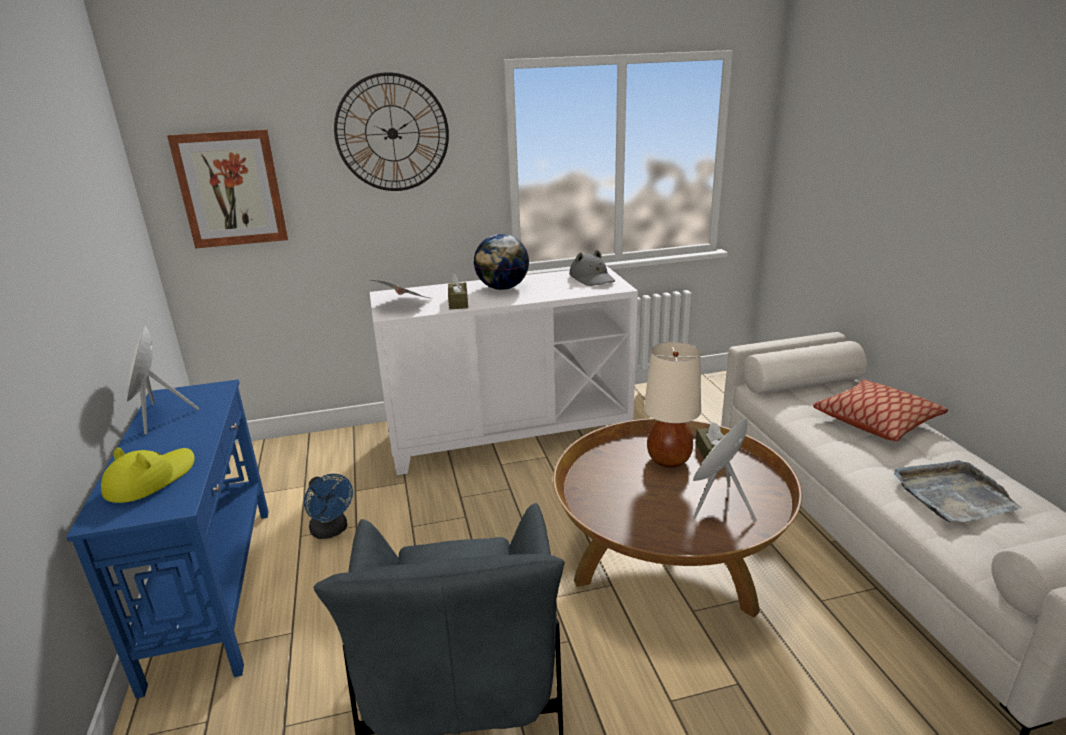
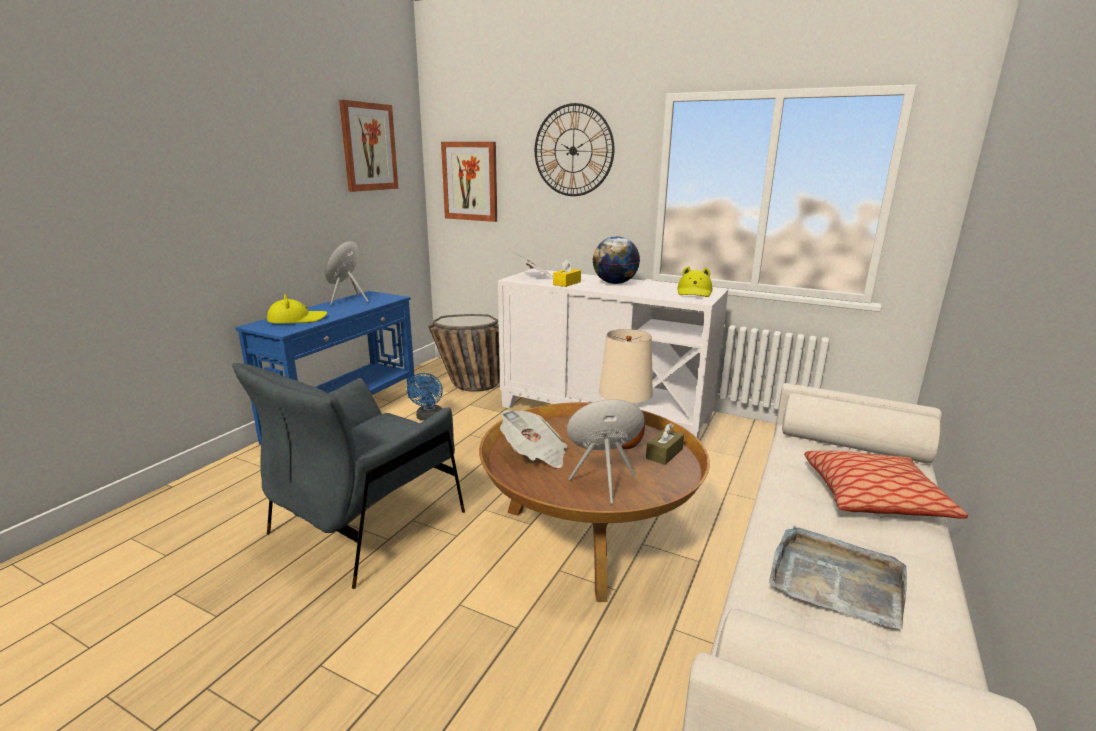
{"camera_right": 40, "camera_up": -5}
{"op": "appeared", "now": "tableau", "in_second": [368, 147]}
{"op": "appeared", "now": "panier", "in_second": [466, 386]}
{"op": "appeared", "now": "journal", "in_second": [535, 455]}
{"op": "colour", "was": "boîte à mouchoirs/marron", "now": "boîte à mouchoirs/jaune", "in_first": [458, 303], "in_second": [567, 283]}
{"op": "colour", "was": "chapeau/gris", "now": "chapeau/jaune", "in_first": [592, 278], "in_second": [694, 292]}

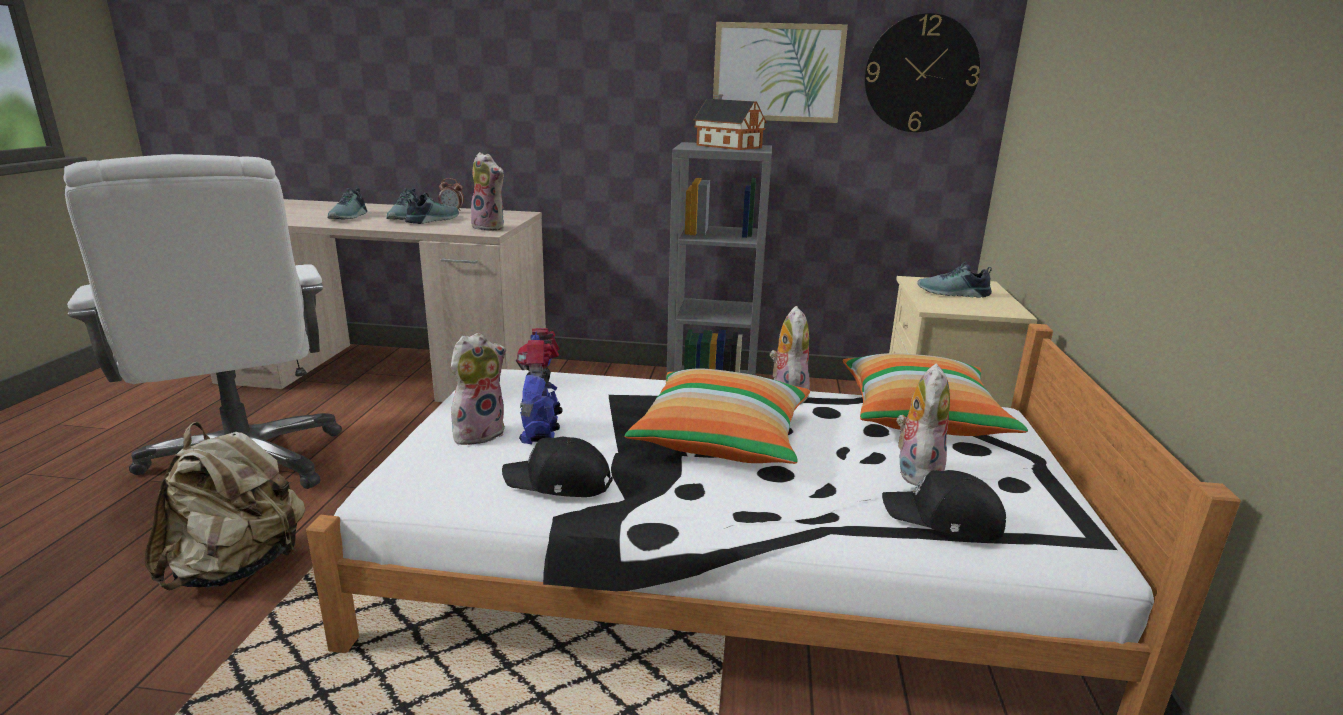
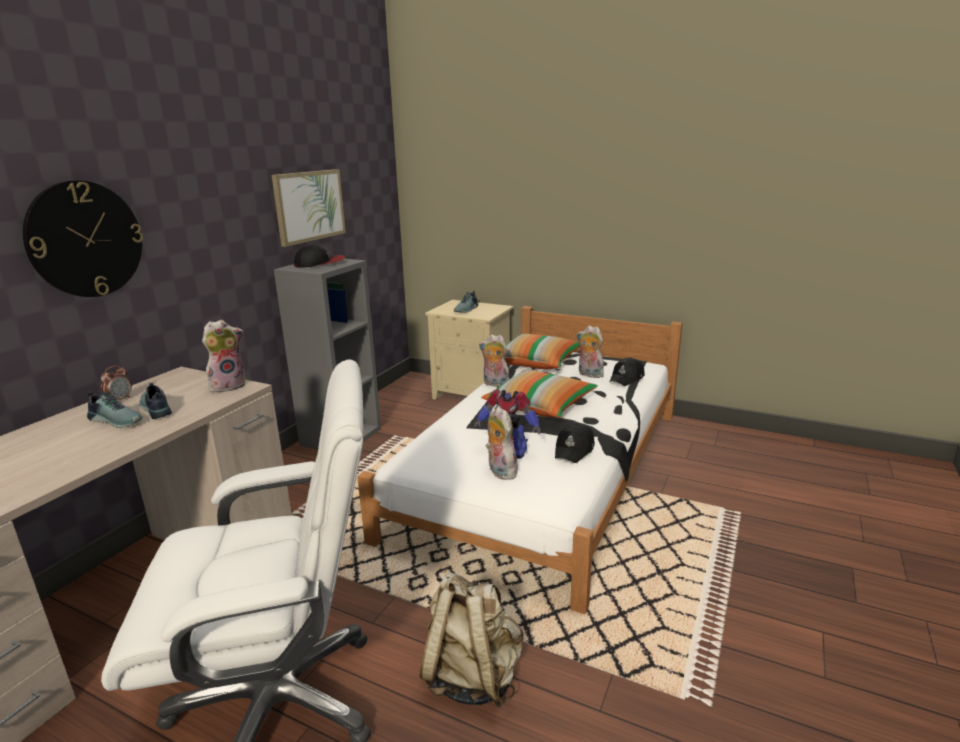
{"camera_right": -70, "camera_up": 0}
{"op": "missing", "was": "chaussure", "in_first": [350, 216]}
{"op": "relocated", "was": "horloge murale", "in_first": [920, 74], "in_second": [85, 239]}
{"op": "exchanged", "was": "maison miniature", "now": "casquette", "in_first": [727, 146], "in_second": [320, 263]}

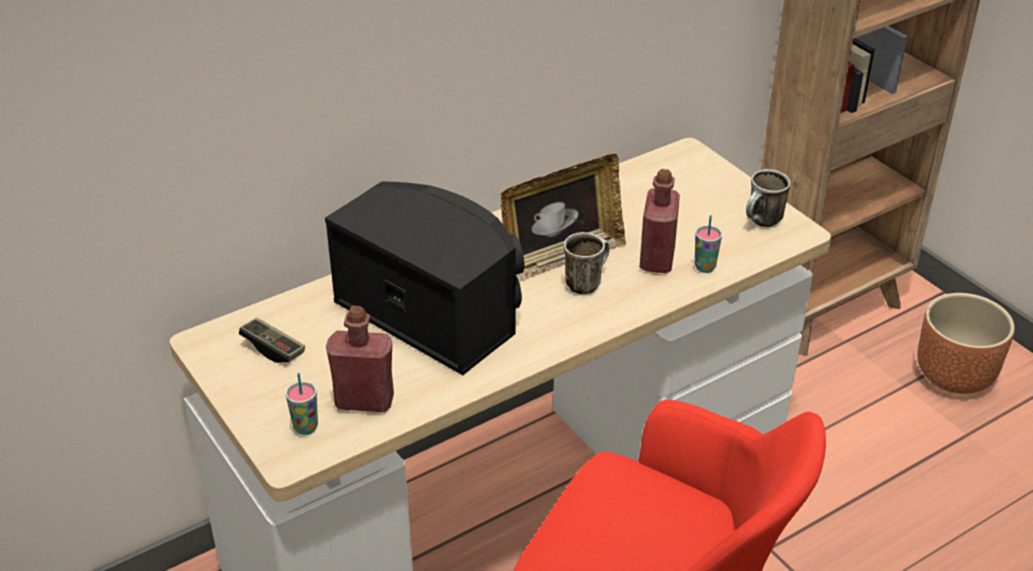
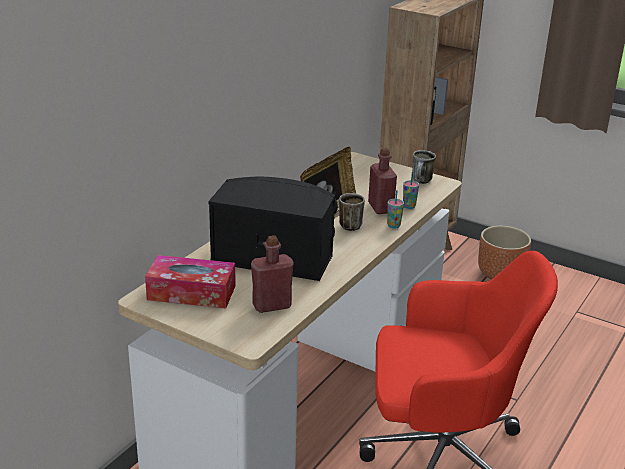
{"camera_right": -25, "camera_up": -10}
{"op": "relocated", "was": "tasse", "in_first": [305, 427], "in_second": [393, 226]}
{"op": "exchanged", "was": "manette", "now": "boîte à mouchoirs", "in_first": [273, 348], "in_second": [191, 293]}

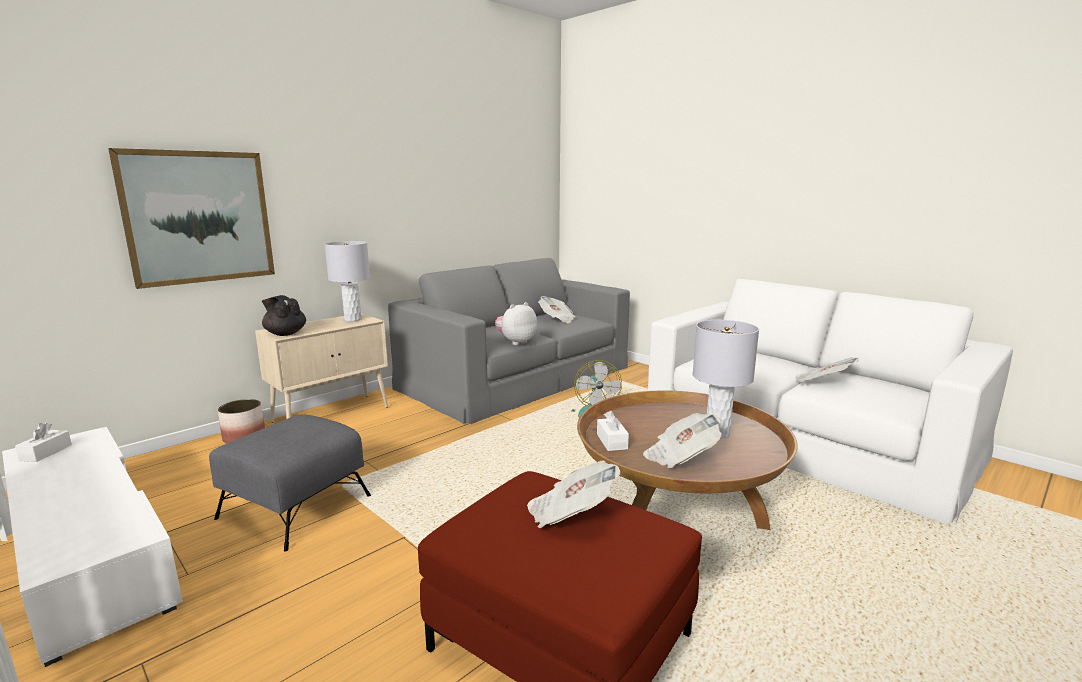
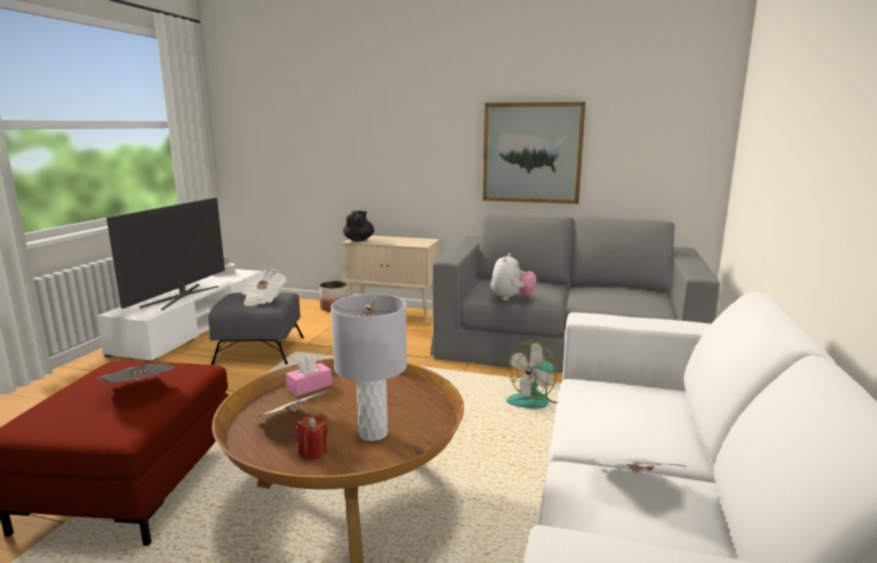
{"camera_right": 60, "camera_up": 0}
{"op": "missing", "was": "lampe de table/gris", "in_first": [353, 319]}
{"op": "appeared", "now": "téléviseur", "in_second": [181, 296]}
{"op": "appeared", "now": "bougie/rouge", "in_second": [313, 452]}
{"op": "relocated", "was": "tableau", "in_first": [199, 217], "in_second": [532, 153]}
{"op": "relocated", "was": "journal", "in_first": [557, 319], "in_second": [263, 299]}
{"op": "colour", "was": "boîte à mouchoirs/blanc", "now": "boîte à mouchoirs/rose", "in_first": [612, 441], "in_second": [309, 387]}
{"op": "spun", "was": "peluche", "in_first": [516, 342], "in_second": [511, 298], "clockwise": 90}

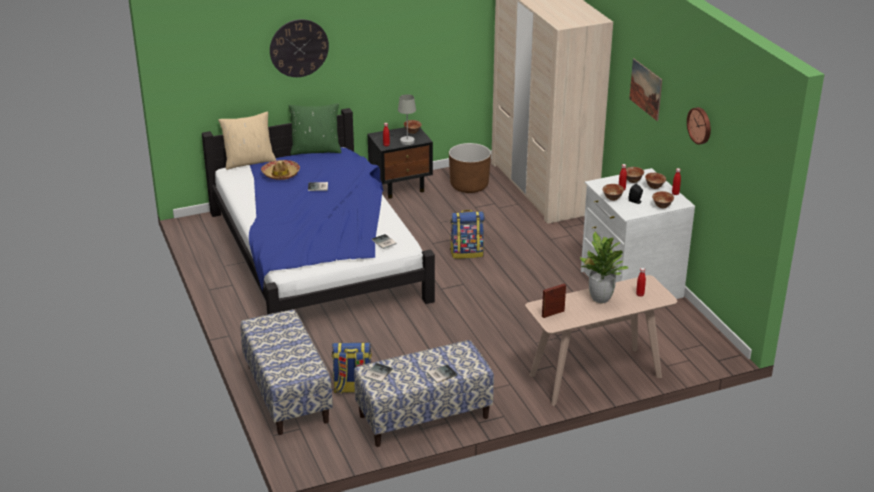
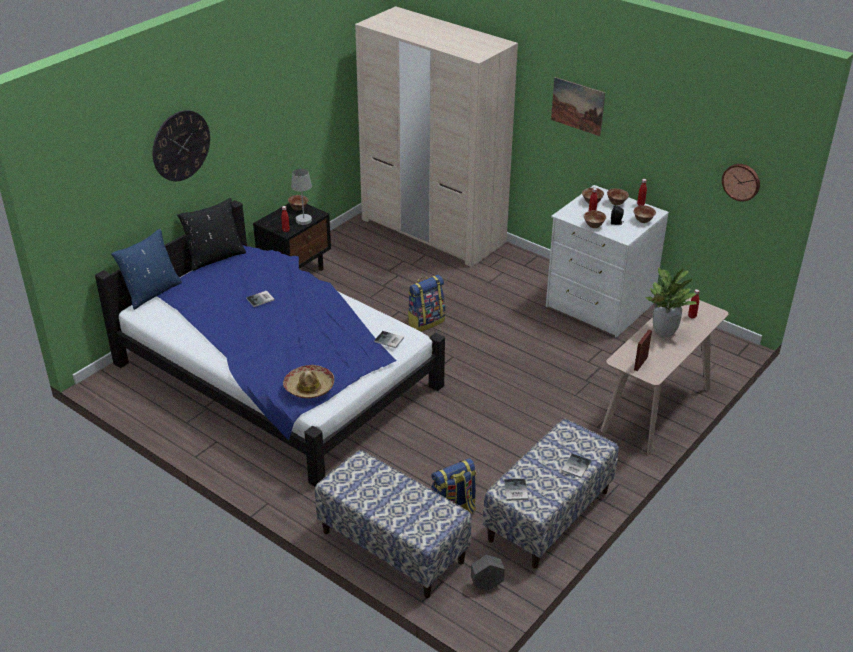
{"camera_right": -30, "camera_up": 5}
{"op": "missing", "was": "cache-pot/marron", "in_first": [469, 186]}
{"op": "appeared", "now": "cache-pot/gris", "in_second": [486, 584]}
{"op": "relocated", "was": "chapeau", "in_first": [281, 174], "in_second": [309, 387]}
{"op": "relocated", "was": "horloge murale", "in_first": [700, 125], "in_second": [741, 181]}
{"op": "colour", "was": "coussin/beige", "now": "coussin/bleu", "in_first": [249, 161], "in_second": [151, 292]}
{"op": "colour", "was": "coussin/vert", "now": "coussin/noir", "in_first": [316, 150], "in_second": [215, 257]}

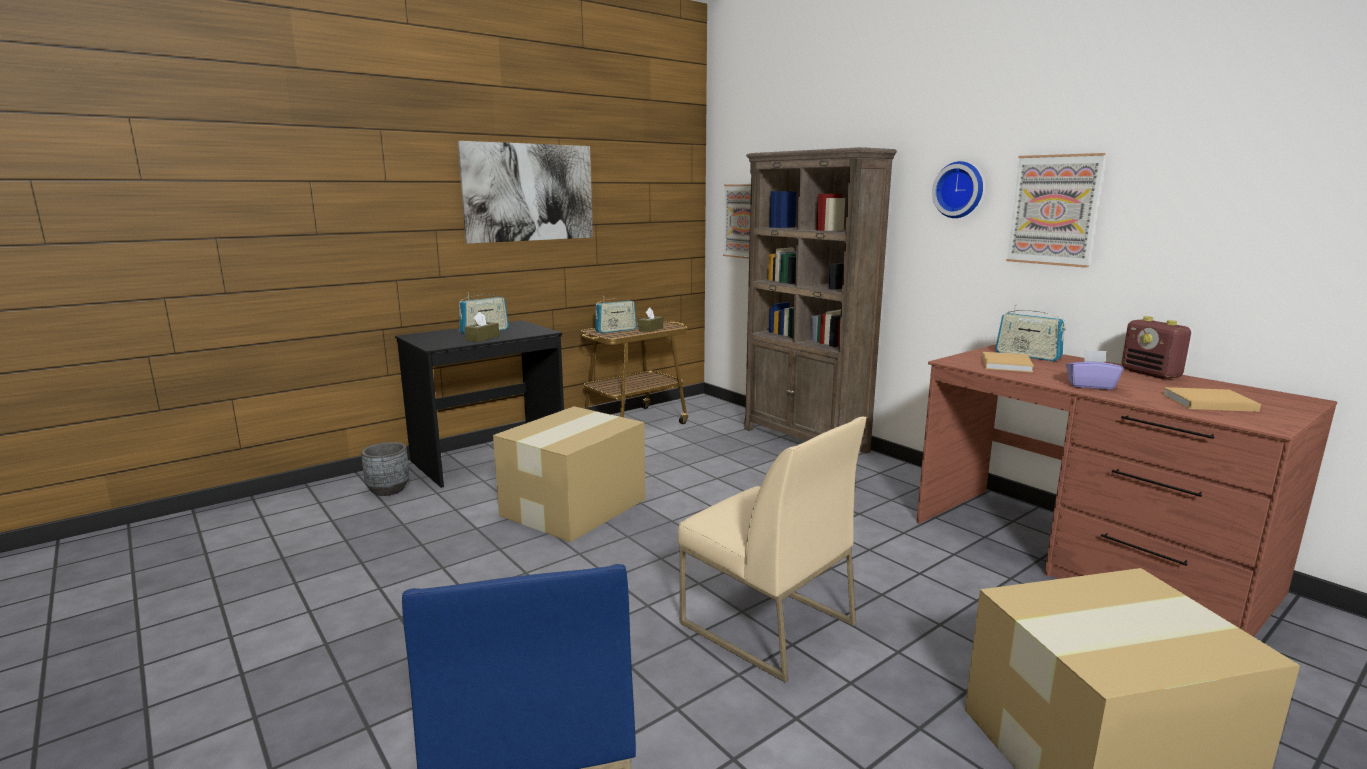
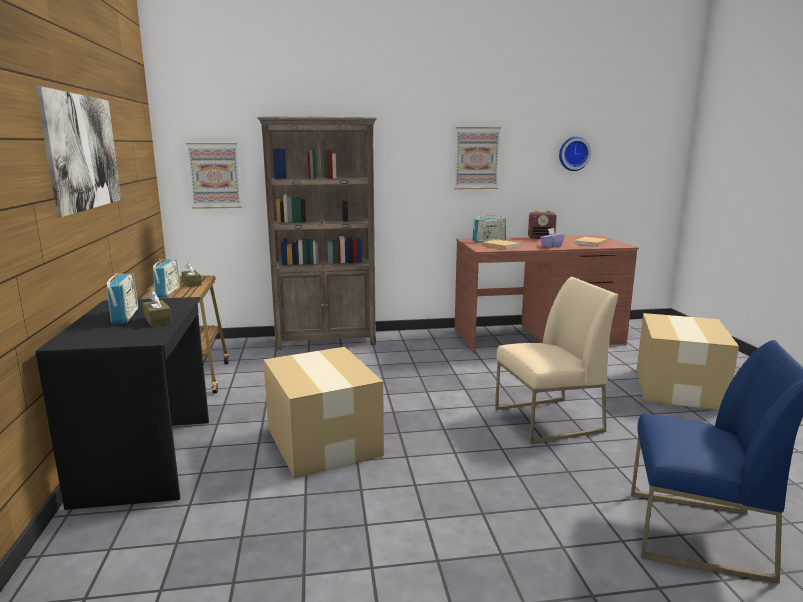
{"camera_right": -60, "camera_up": 0}
{"op": "missing", "was": "cache-pot/gris", "in_first": [388, 490]}
{"op": "relocated", "was": "horloge murale", "in_first": [959, 190], "in_second": [573, 153]}

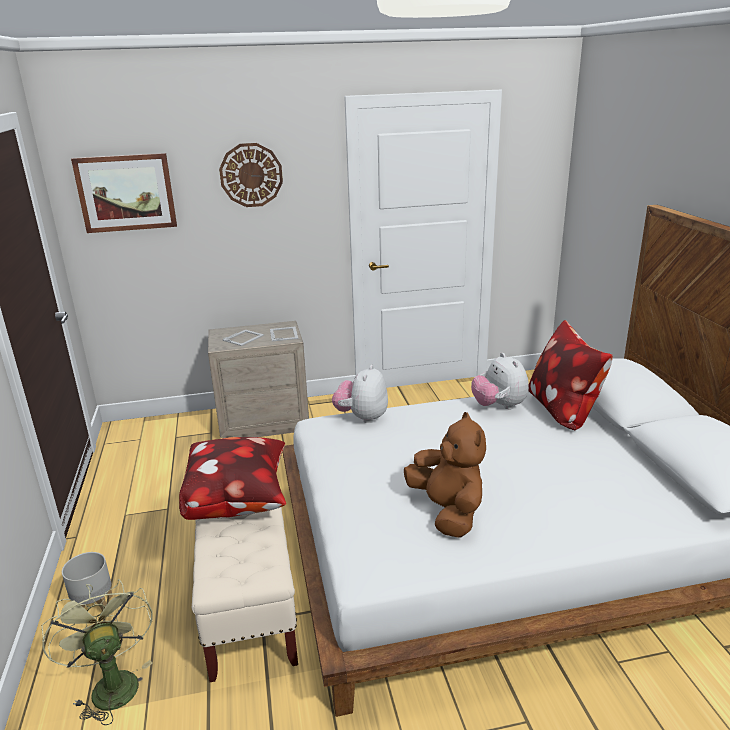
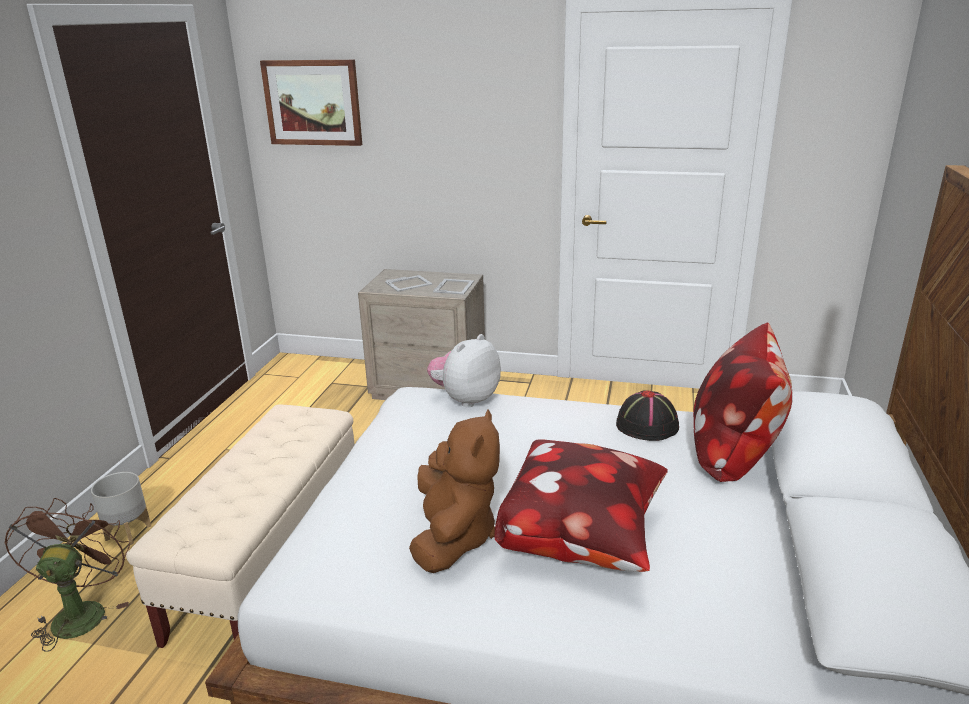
{"camera_right": 25, "camera_up": 0}
{"op": "missing", "was": "horloge murale", "in_first": [251, 175]}
{"op": "relocated", "was": "coussin", "in_first": [239, 501], "in_second": [583, 539]}
{"op": "exchanged", "was": "peluche", "now": "chapeau/noir", "in_first": [499, 406], "in_second": [647, 425]}
{"op": "colour", "was": "ventilateur/vert", "now": "ventilateur/marron", "in_first": [111, 683], "in_second": [81, 612]}

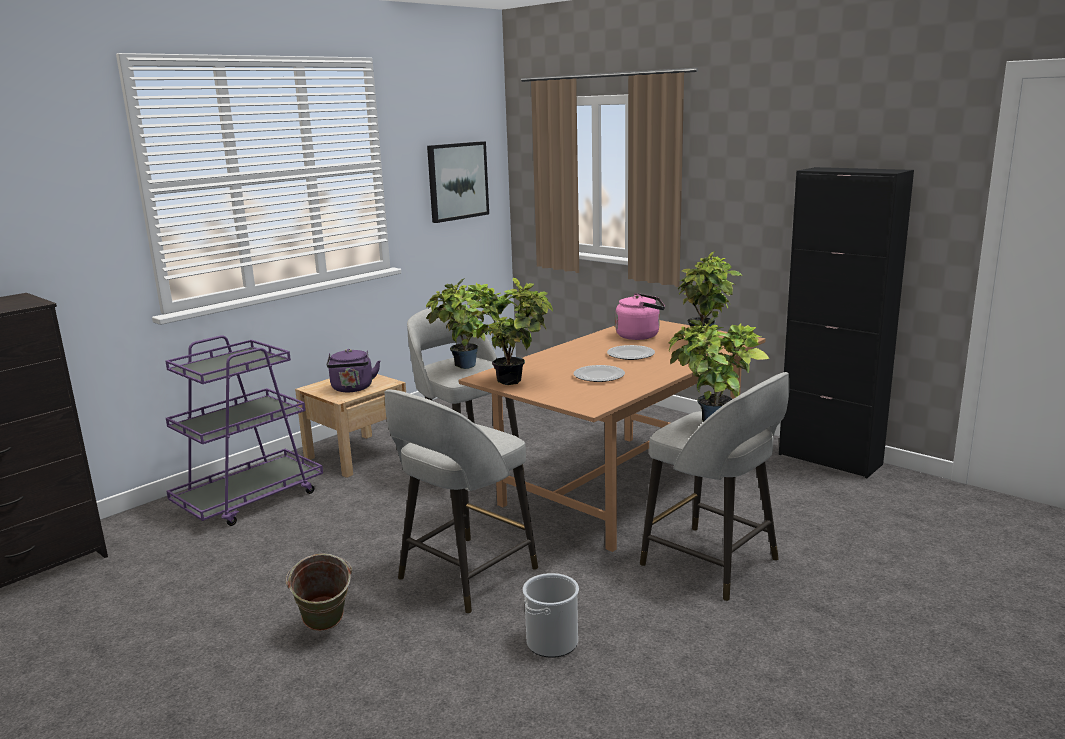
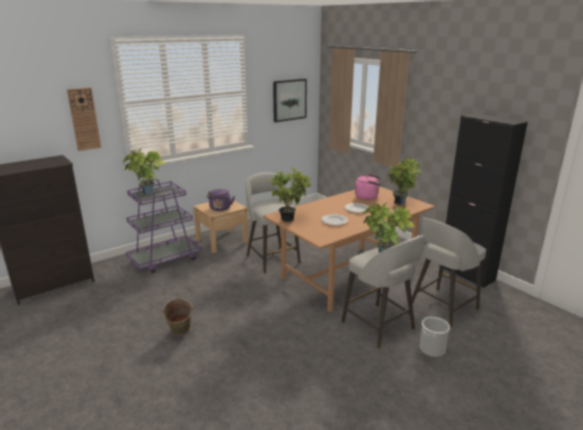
{"camera_right": 10, "camera_up": 5}
{"op": "appeared", "now": "horloge murale", "in_second": [84, 119]}
{"op": "relocated", "was": "tabouret/gris", "in_first": [464, 575], "in_second": [442, 308]}
{"op": "relocated", "was": "plante en pot", "in_first": [465, 367], "in_second": [146, 194]}
{"op": "relocated", "was": "seau", "in_first": [552, 642], "in_second": [432, 349]}

